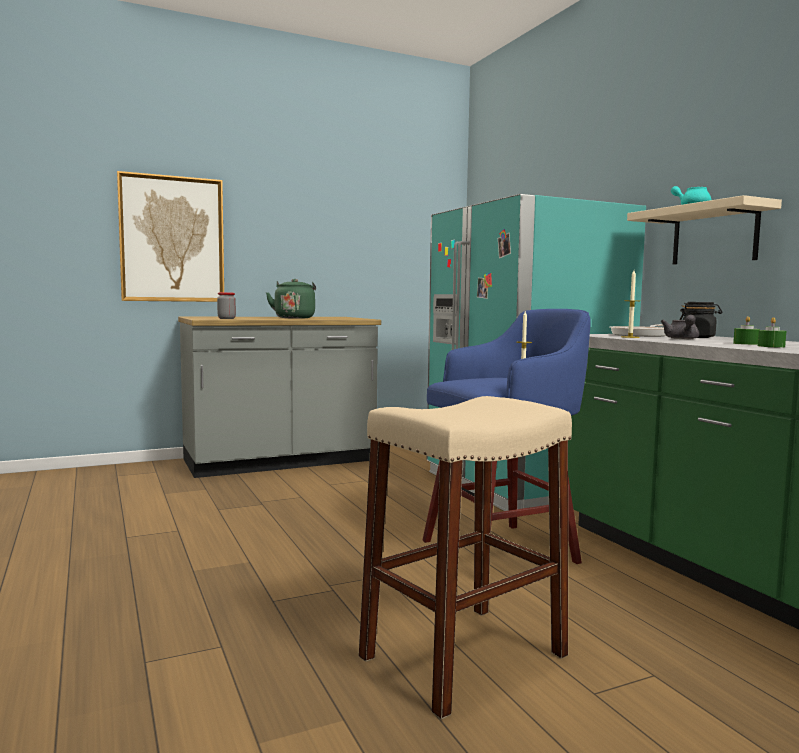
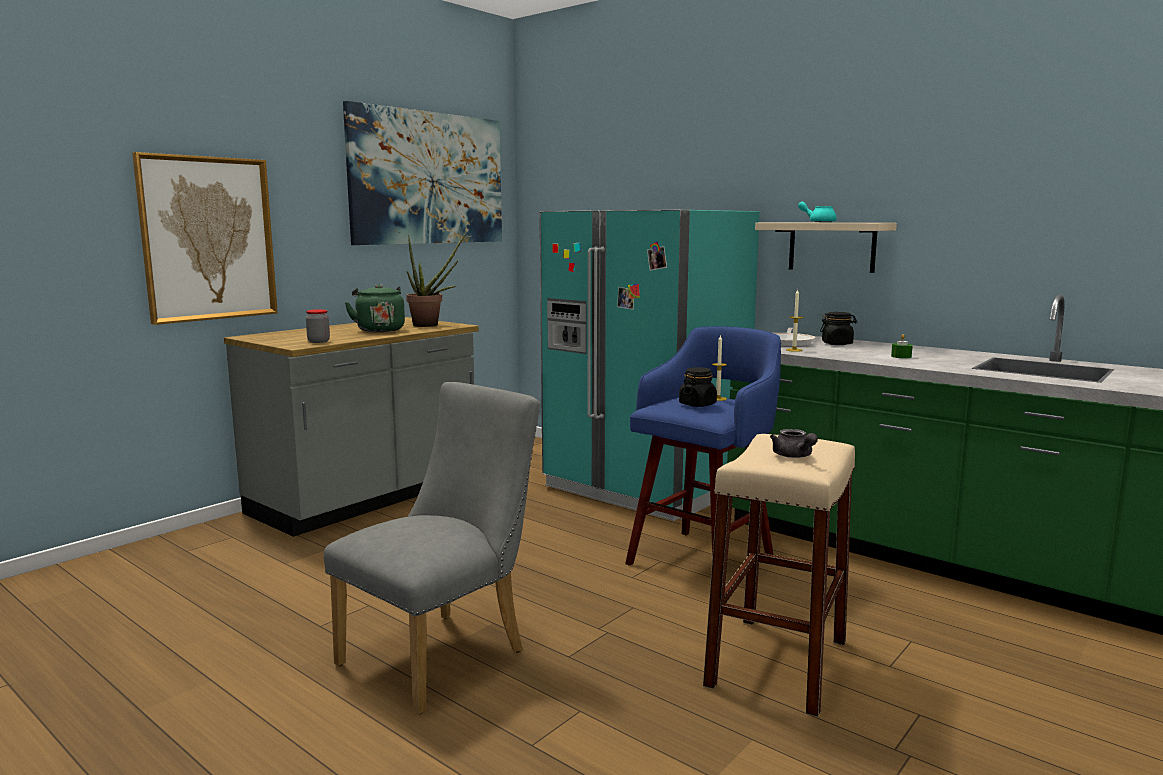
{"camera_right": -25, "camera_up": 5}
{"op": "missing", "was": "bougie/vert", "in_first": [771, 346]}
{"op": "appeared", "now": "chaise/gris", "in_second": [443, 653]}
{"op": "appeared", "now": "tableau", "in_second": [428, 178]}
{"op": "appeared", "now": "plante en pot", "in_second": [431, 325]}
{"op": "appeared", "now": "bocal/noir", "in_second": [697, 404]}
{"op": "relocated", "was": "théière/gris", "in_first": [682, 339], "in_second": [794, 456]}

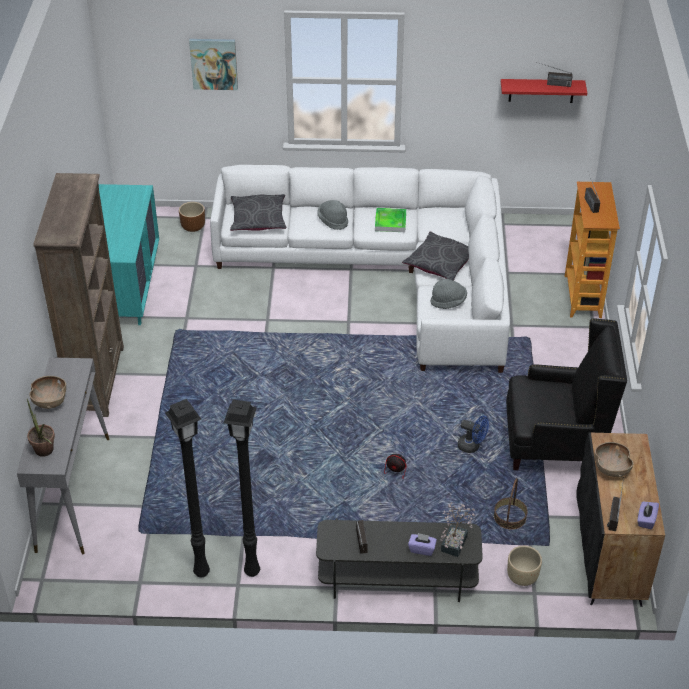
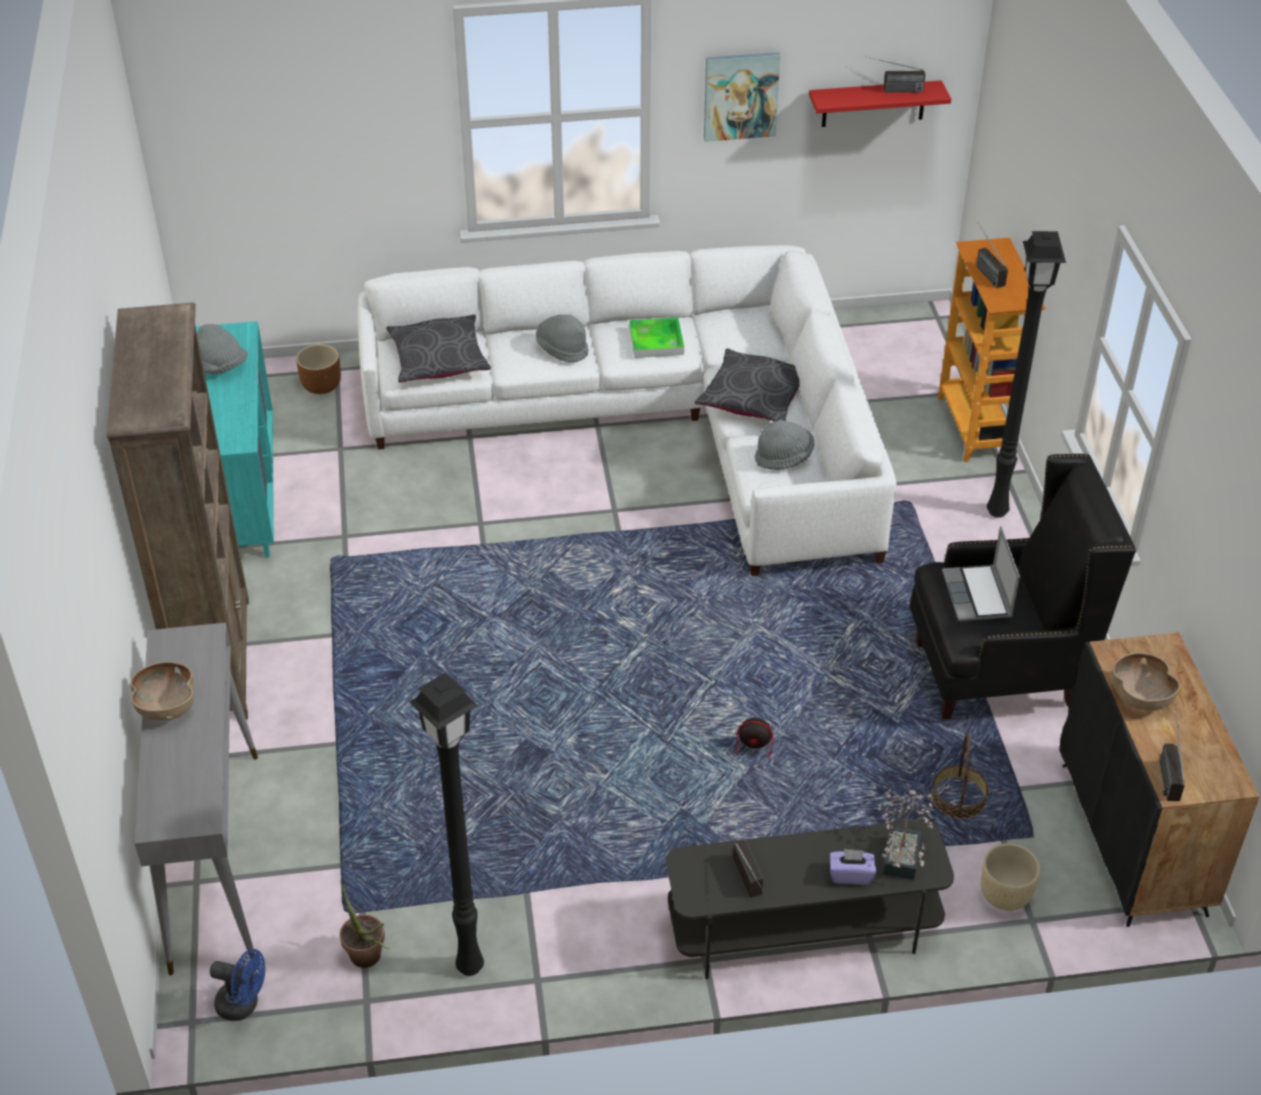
{"camera_right": -10, "camera_up": 0}
{"op": "missing", "was": "boîte à mouchoirs/violet", "in_first": [646, 520]}
{"op": "appeared", "now": "chapeau/gris", "in_second": [222, 366]}
{"op": "appeared", "now": "ordinateur portable", "in_second": [978, 595]}
{"op": "relocated", "was": "plante en pot", "in_first": [45, 452], "in_second": [369, 960]}
{"op": "relocated", "was": "tableau", "in_first": [214, 63], "in_second": [740, 95]}
{"op": "relocated", "was": "lampadaire/noir", "in_first": [251, 572], "in_second": [996, 512]}
{"op": "relocated", "was": "ventilateur/bleu", "in_first": [472, 446], "in_second": [244, 1005]}

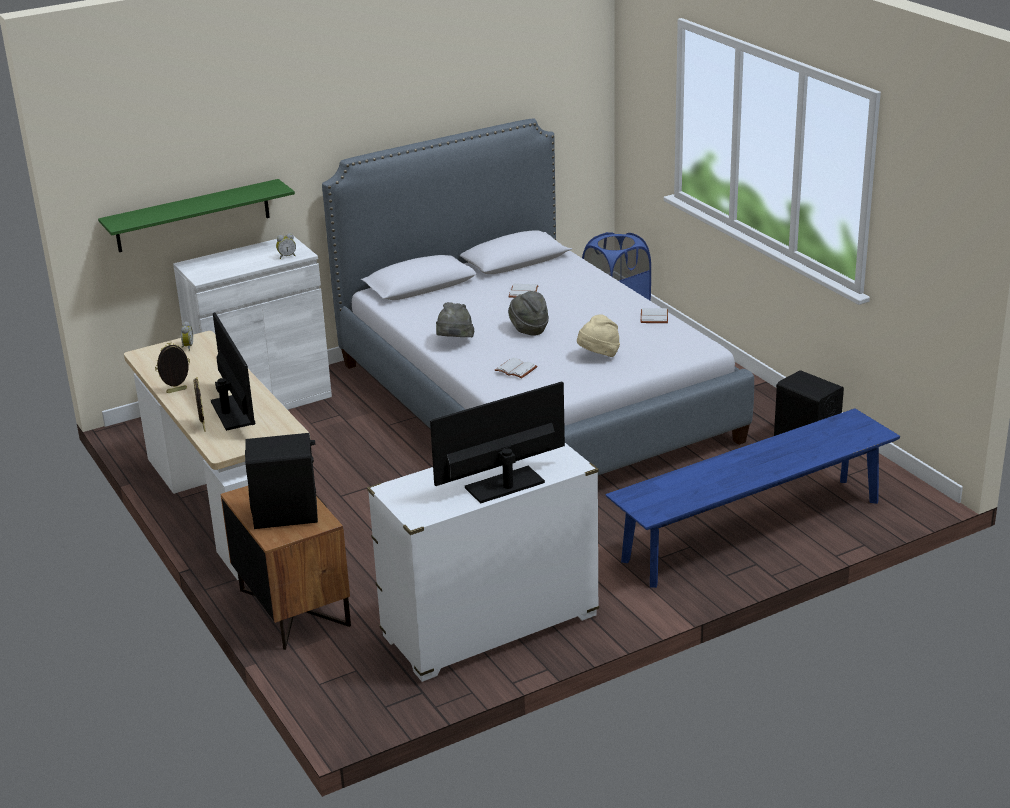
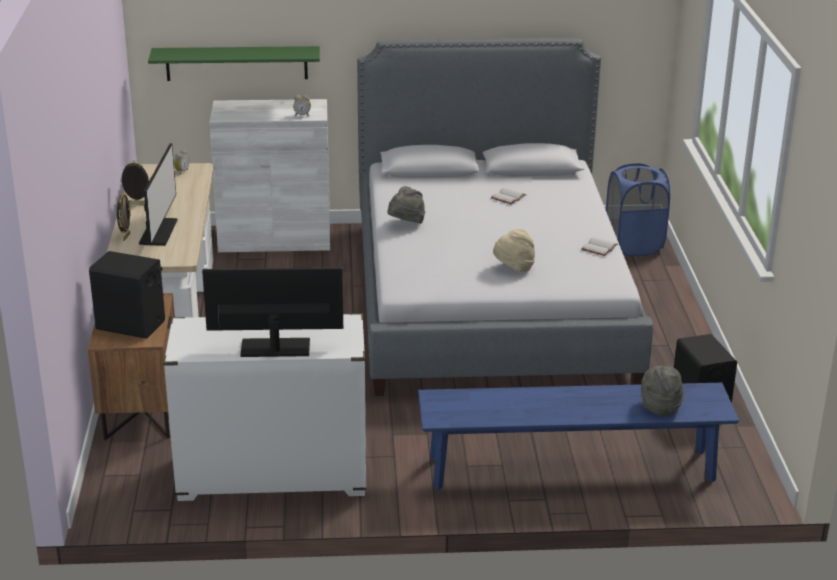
{"camera_right": 25, "camera_up": 0}
{"op": "missing", "was": "livre/blanc", "in_first": [517, 369]}
{"op": "relocated", "was": "chapeau/gris", "in_first": [528, 329], "in_second": [659, 406]}

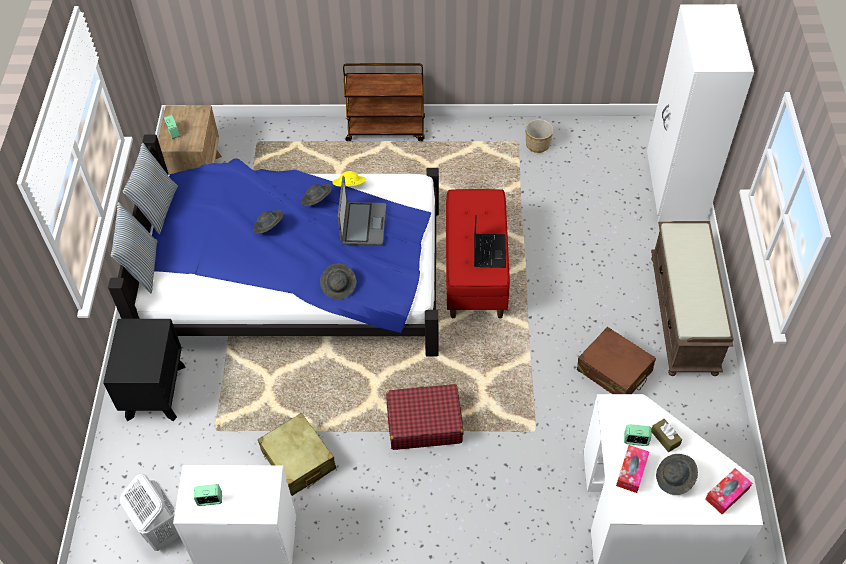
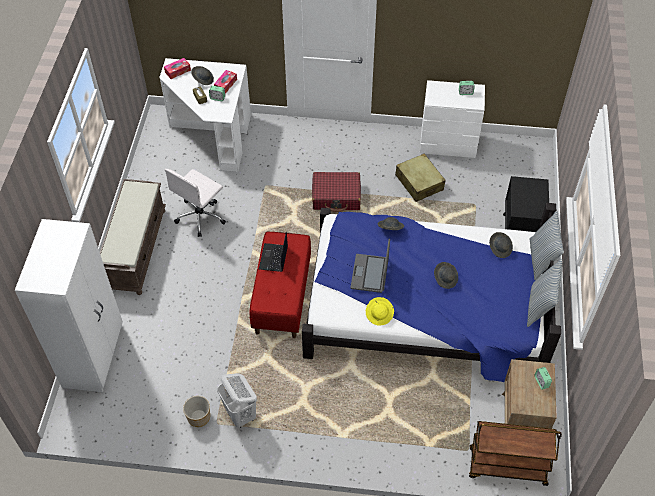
{"camera_right": -175, "camera_up": 0}
{"op": "relocated", "was": "panier à linge/blanc", "in_first": [161, 531], "in_second": [240, 415]}
{"op": "relocated", "was": "chapeau/gris", "in_first": [317, 200], "in_second": [500, 248]}
{"op": "relocated", "was": "chariot/marron", "in_first": [386, 130], "in_second": [507, 467]}
{"op": "exchanged", "was": "valise/marron", "now": "chaise de bureau/blanc", "in_first": [614, 371], "in_second": [201, 216]}

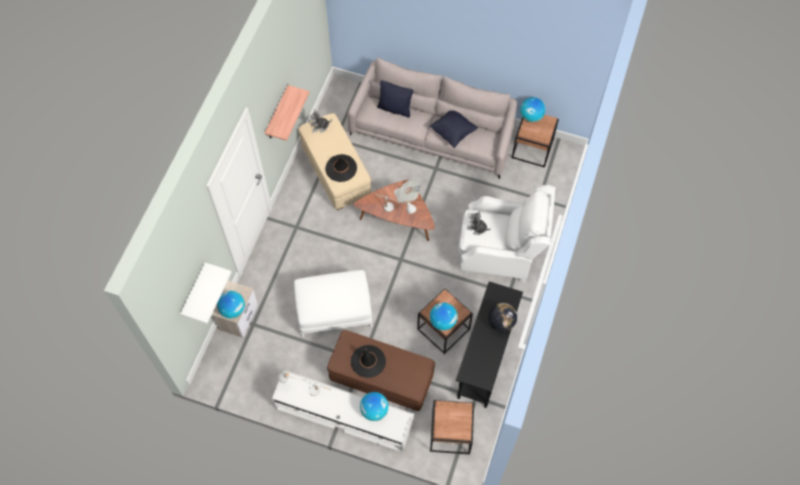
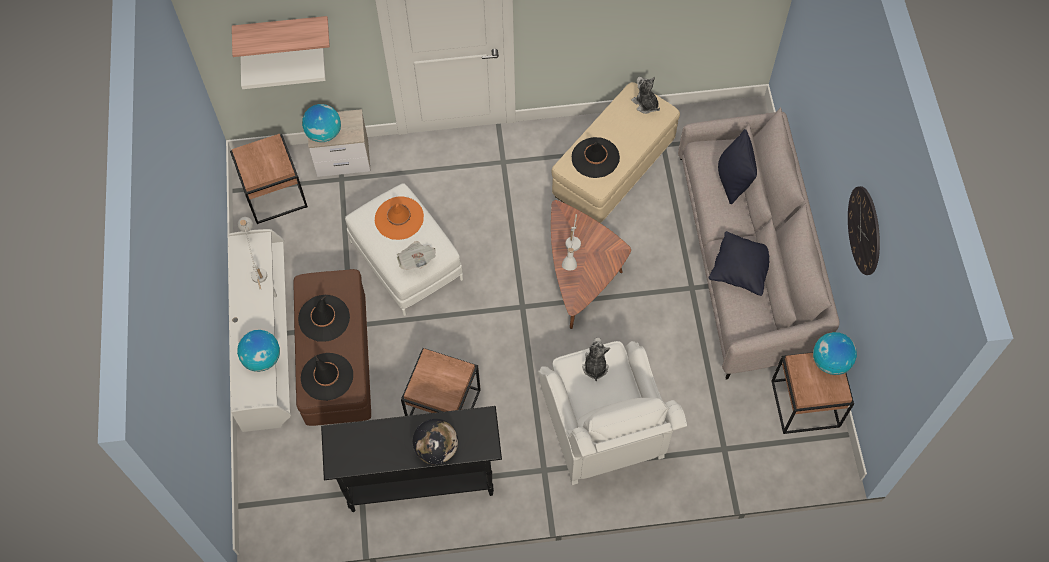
{"camera_right": 65, "camera_up": 0}
{"op": "missing", "was": "globe", "in_first": [443, 321]}
{"op": "appeared", "now": "chapeau/noir", "in_second": [327, 376]}
{"op": "appeared", "now": "chapeau/orange", "in_second": [399, 218]}
{"op": "appeared", "now": "horloge murale", "in_second": [864, 230]}
{"op": "relocated", "was": "étagère", "in_first": [277, 114], "in_second": [282, 30]}
{"op": "relocated", "was": "journal", "in_first": [407, 195], "in_second": [417, 260]}
{"op": "relocated", "was": "table d'appoint/marron", "in_first": [450, 434], "in_second": [274, 194]}

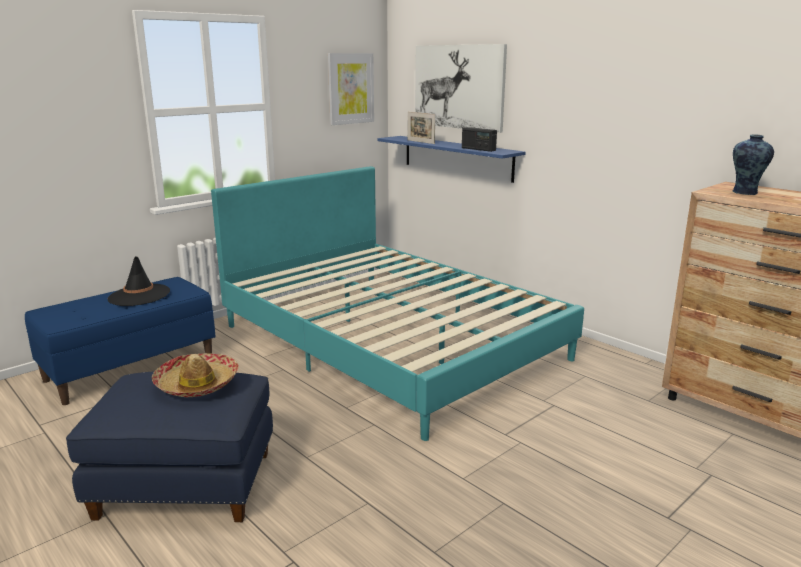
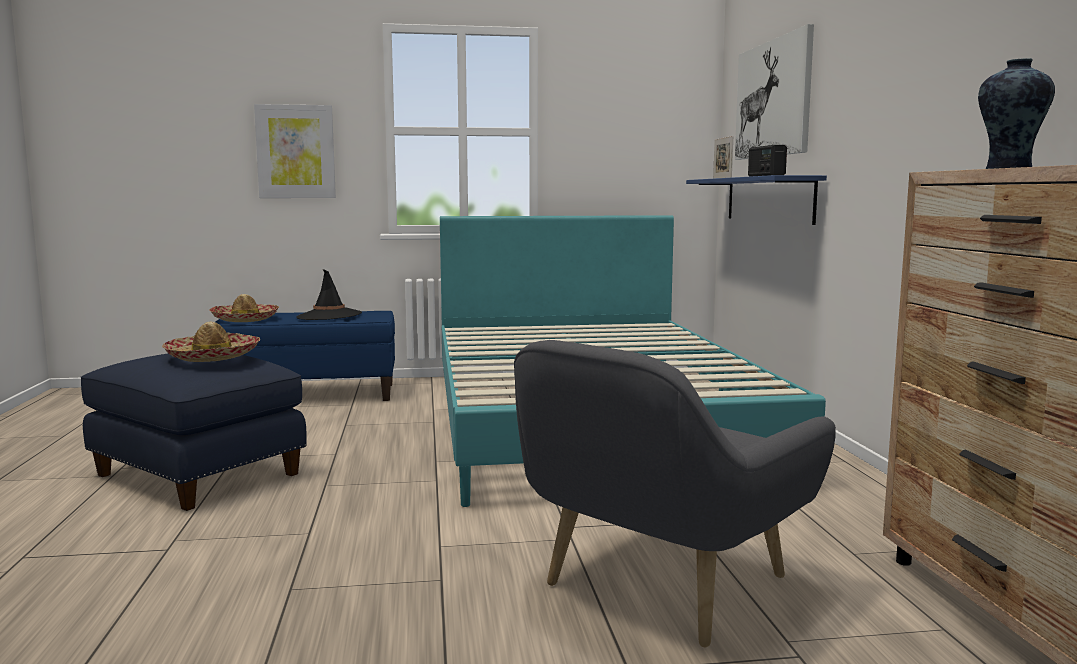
{"camera_right": 35, "camera_up": -10}
{"op": "appeared", "now": "chapeau", "in_second": [245, 319]}
{"op": "appeared", "now": "fauteuil/gris", "in_second": [659, 588]}
{"op": "relocated", "was": "tableau", "in_first": [350, 88], "in_second": [295, 152]}

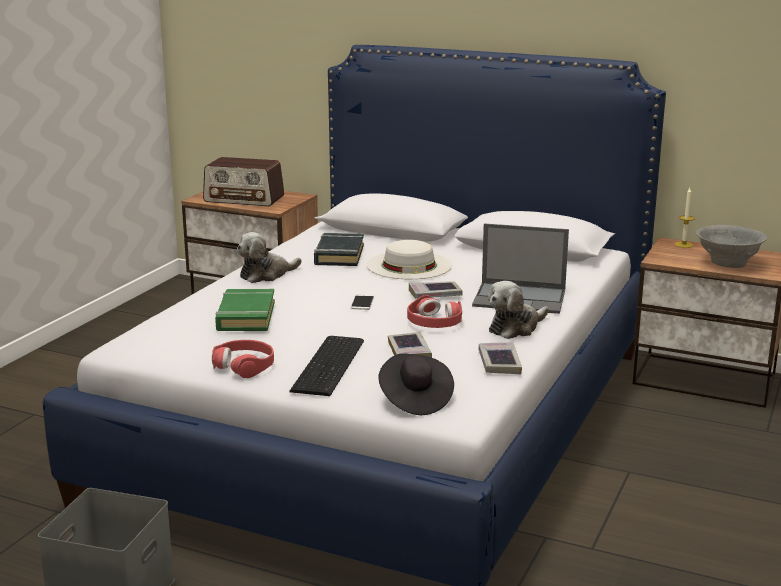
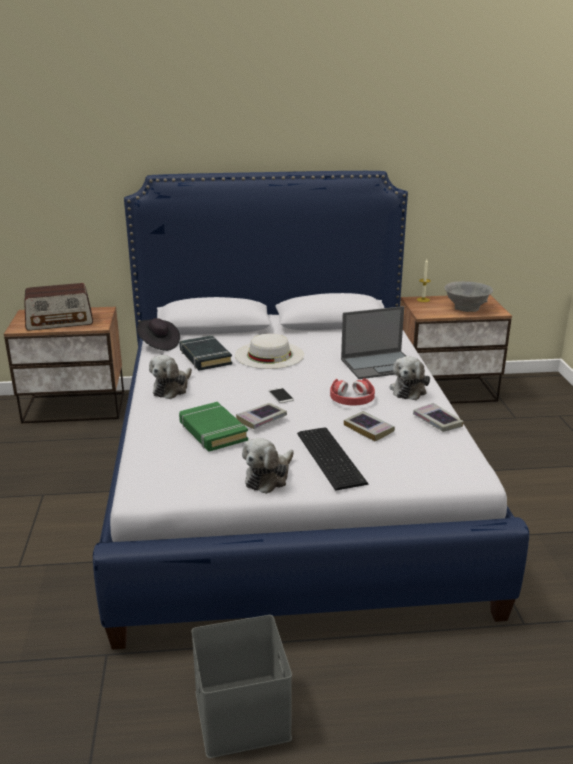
{"camera_right": -30, "camera_up": 5}
{"op": "relocated", "was": "chapeau/noir", "in_first": [414, 400], "in_second": [158, 344]}
{"op": "relocated", "was": "livre", "in_first": [435, 294], "in_second": [261, 419]}
{"op": "exchanged", "was": "casque audio/rouge", "now": "peluche", "in_first": [244, 366], "in_second": [269, 477]}

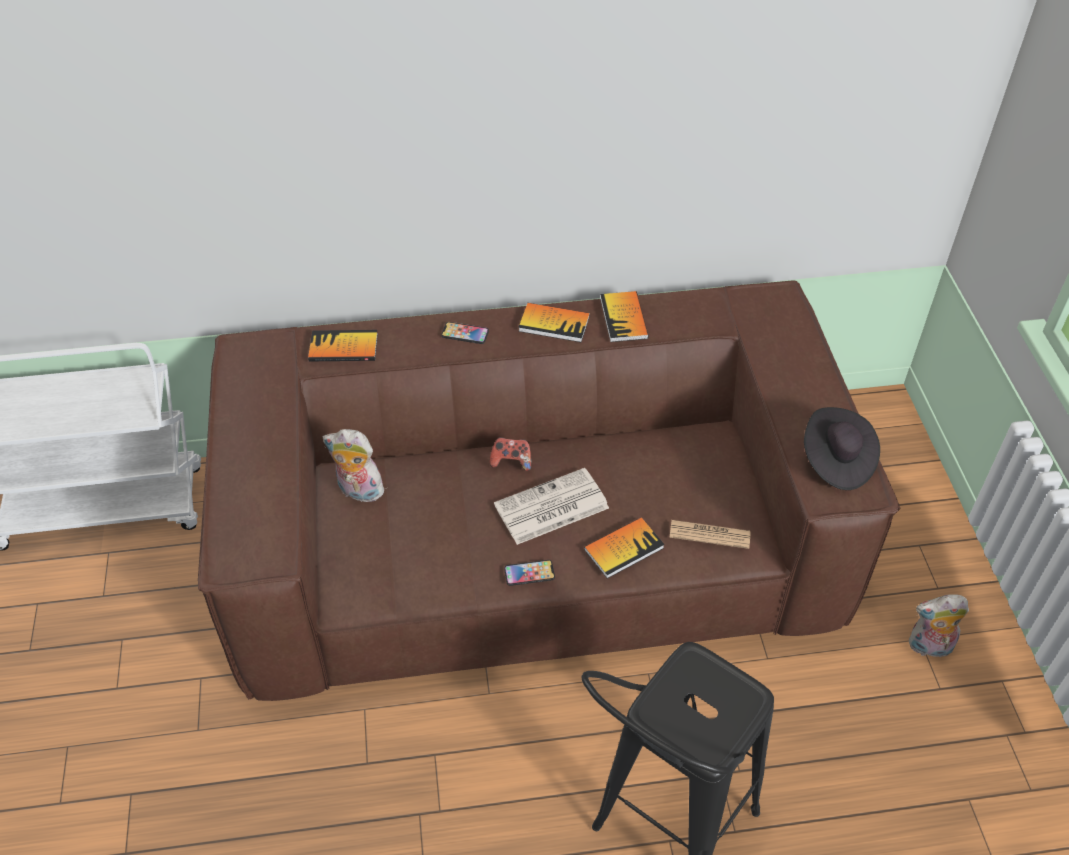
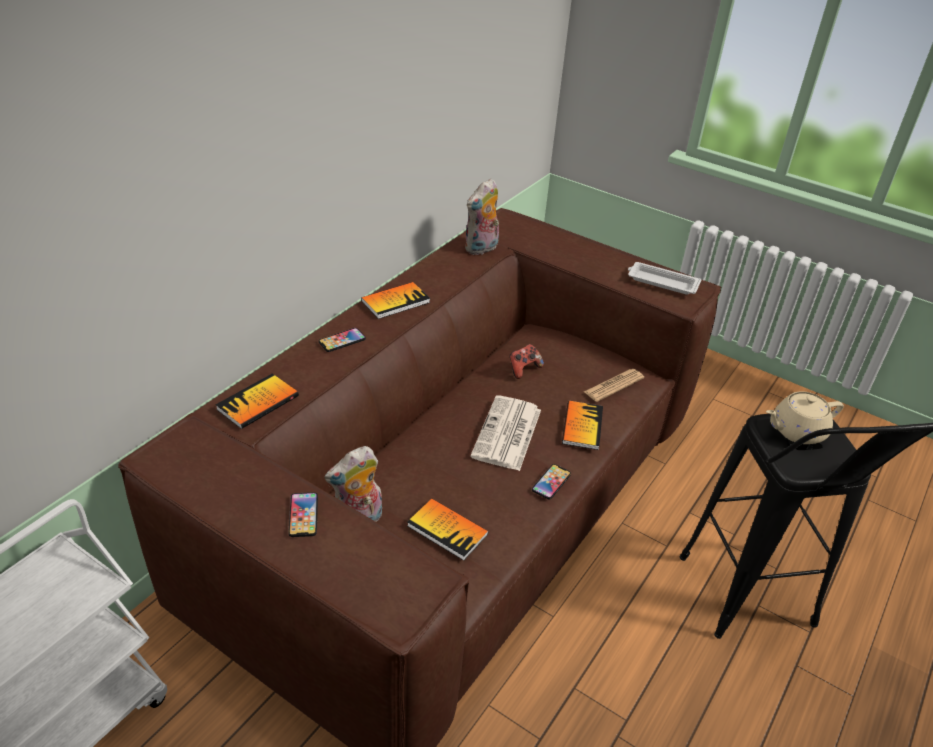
{"camera_right": -50, "camera_up": -10}
{"op": "appeared", "now": "téléphone", "in_second": [303, 515]}
{"op": "appeared", "now": "théière/beige", "in_second": [796, 431]}
{"op": "relocated", "was": "manette", "in_first": [511, 461], "in_second": [523, 369]}
{"op": "relocated", "was": "livre", "in_first": [623, 318], "in_second": [447, 530]}
{"op": "relocated", "was": "peluche", "in_first": [929, 647], "in_second": [481, 249]}
{"op": "exchanged", "was": "chapeau/noir", "now": "plateau/blanc", "in_first": [836, 461], "in_second": [661, 282]}

